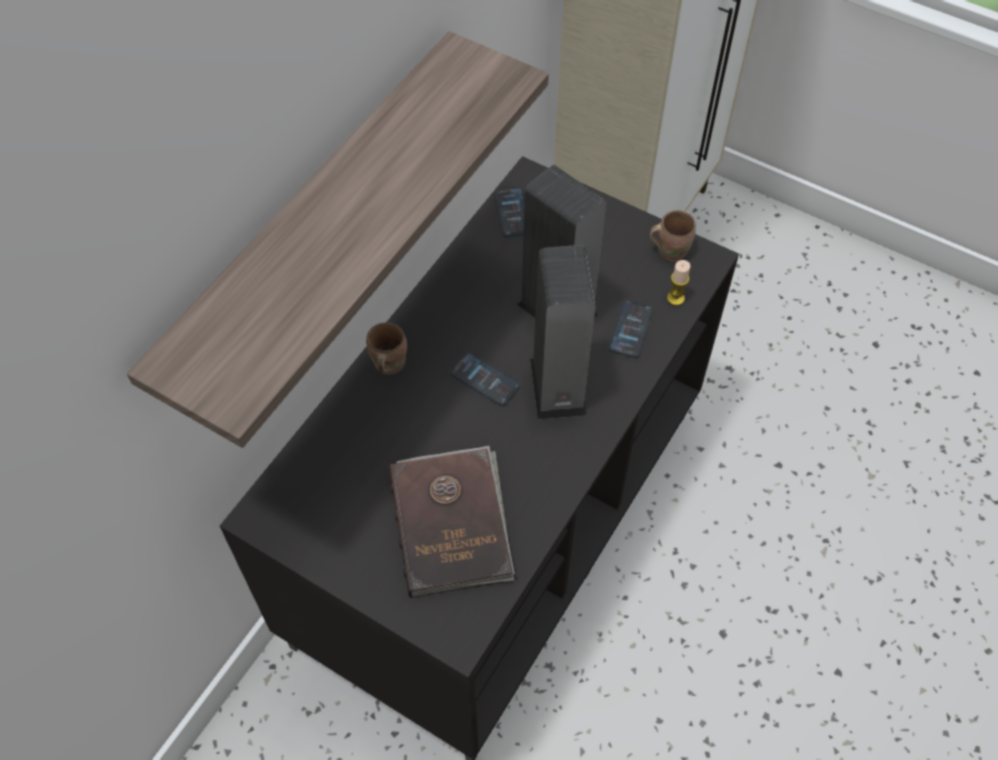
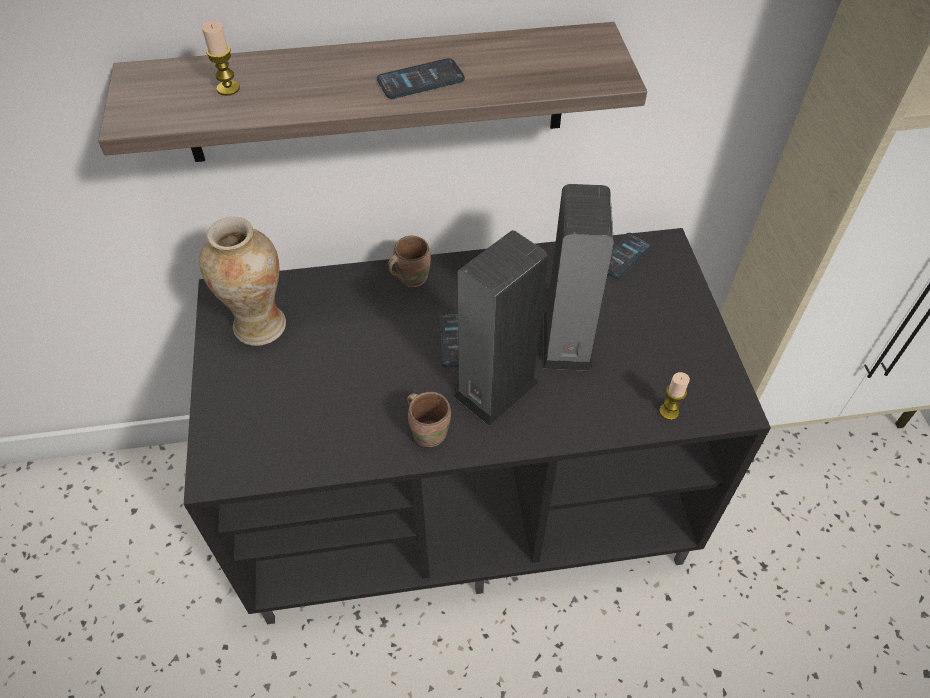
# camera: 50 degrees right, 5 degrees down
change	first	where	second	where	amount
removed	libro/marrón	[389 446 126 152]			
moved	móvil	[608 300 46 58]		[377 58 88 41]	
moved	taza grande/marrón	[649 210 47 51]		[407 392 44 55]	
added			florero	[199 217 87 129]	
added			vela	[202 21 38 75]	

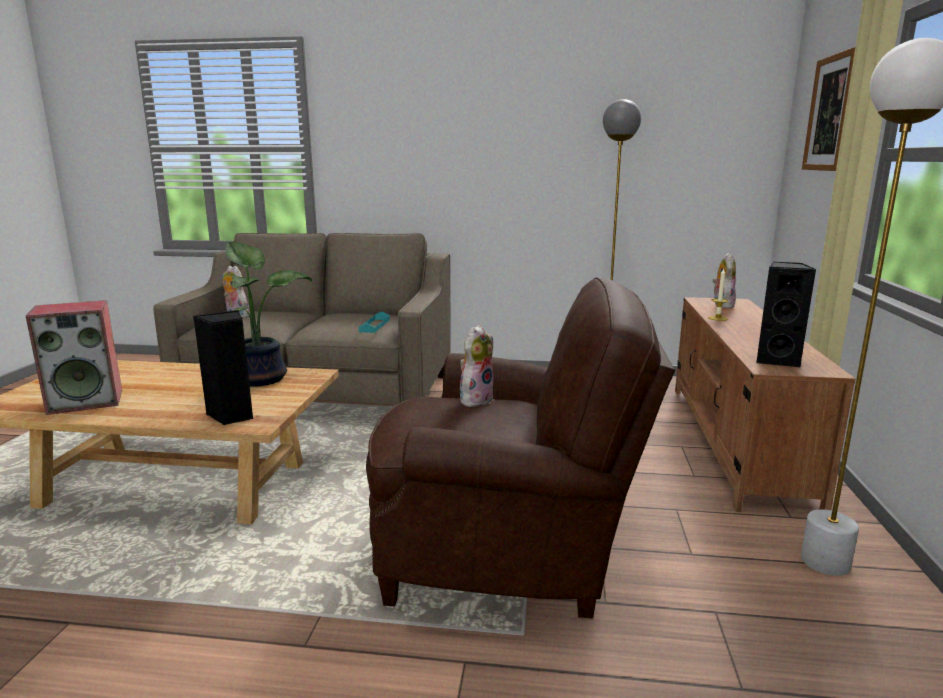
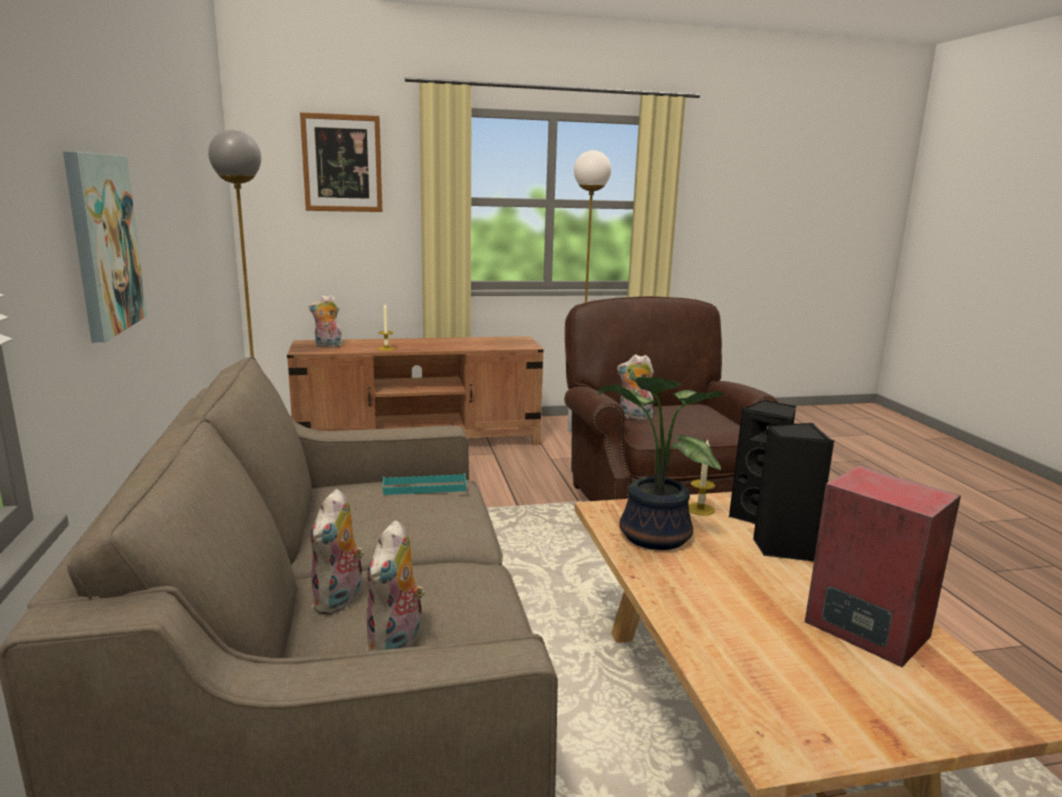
# camera: 110 degrees left, 0 degrees up
change	first	where	second	where	amount
moved	altavoz/negro	[756 262 60 105]		[753 423 81 138]	
added			cuadro	[63 151 84 191]	
added			peluche	[311 489 53 126]	
added			vela	[689 438 26 77]	

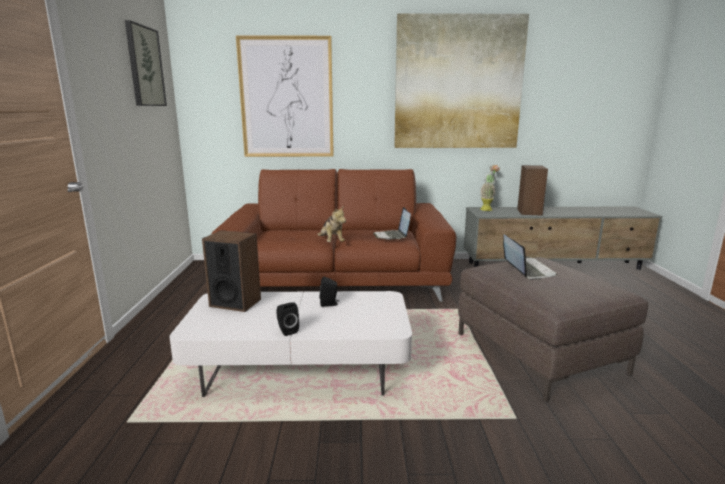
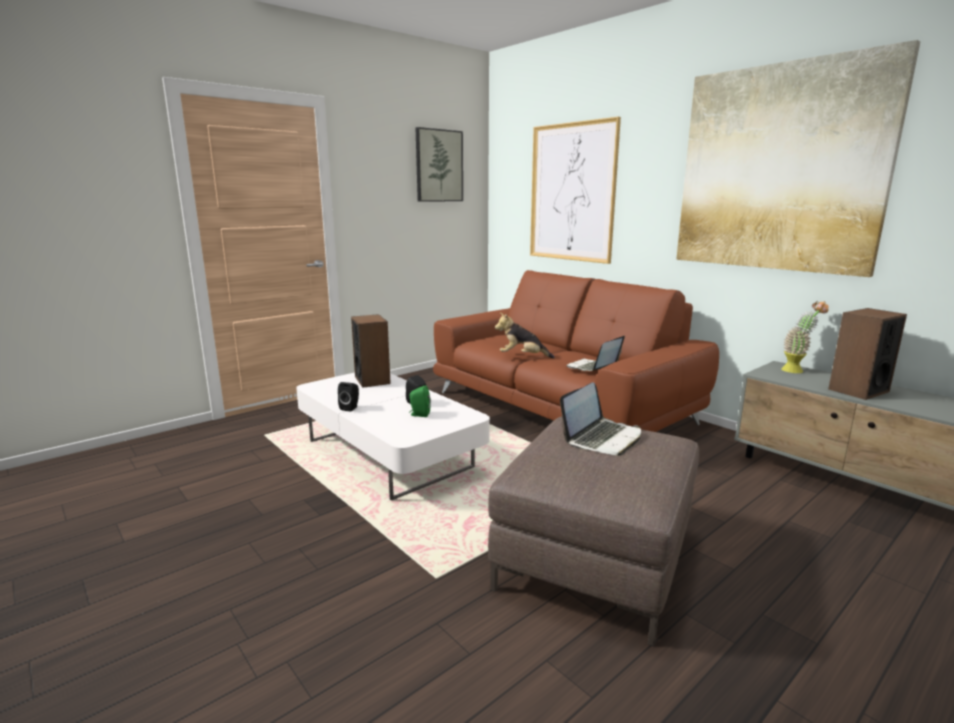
# camera: 50 degrees right, 0 degrees up
change	first	where	second	where	amount
turned	peluche	[318 205 28 37]		[495 313 60 45]	75 degrees clockwise
added			altavoz/verde	[409 385 22 32]	

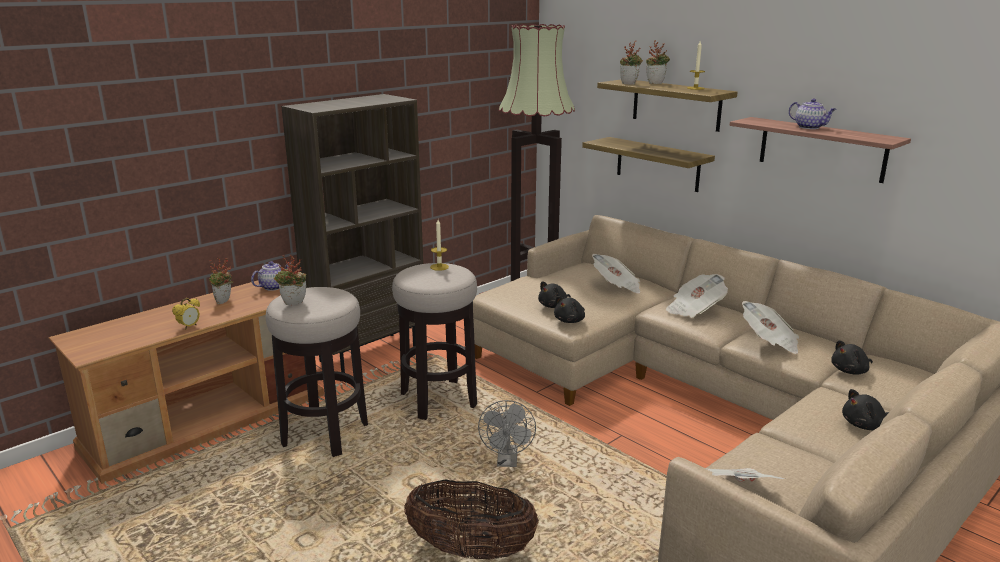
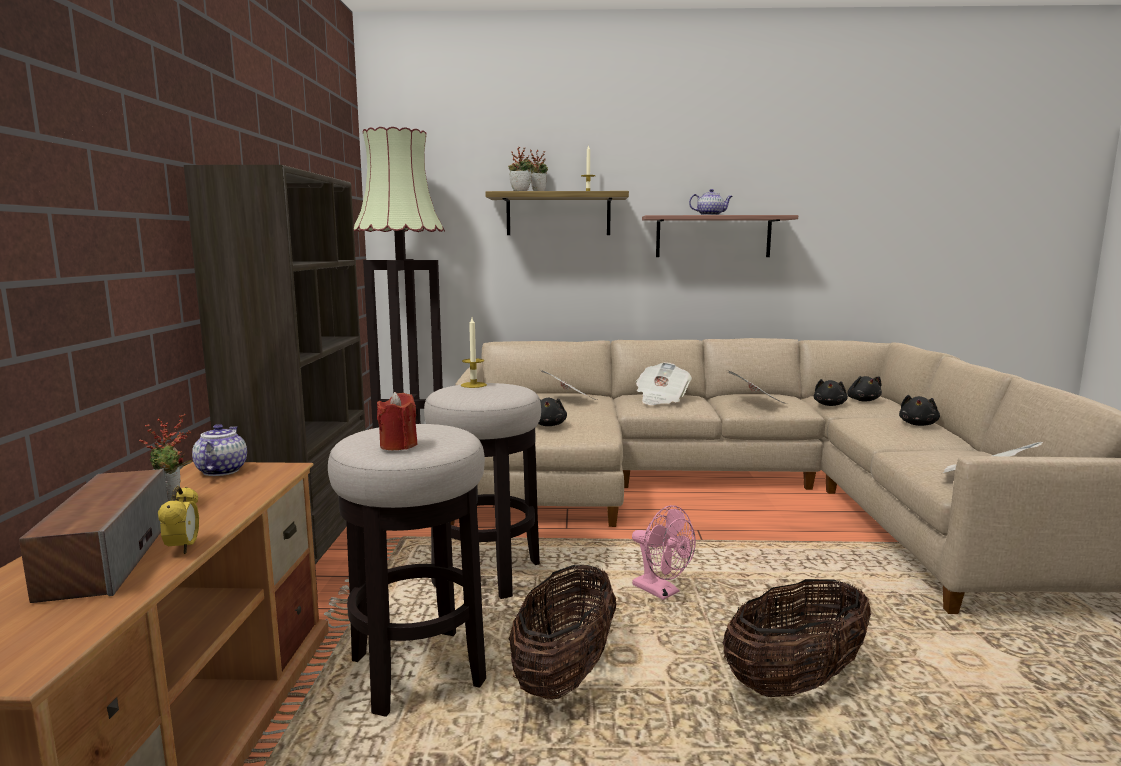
# camera: 45 degrees left, 10 degrees down
change	first	where	second	where	amount
replaced	planta en maceta	[274 255 32 50]	vela/rojo	[377 392 41 58]	
recoloured	ventilador/gris	[478 400 58 67]	ventilador/rosa	[632 505 64 95]	
moved	peluche/negro	[554 296 31 27]		[847 376 35 26]	
removed	estante	[582 137 133 55]			
added			altavoz	[19 469 149 134]	
added			cesta	[509 564 108 135]	

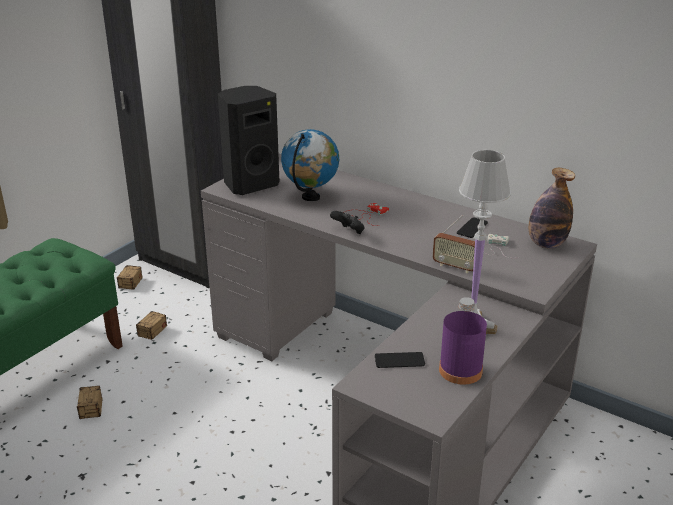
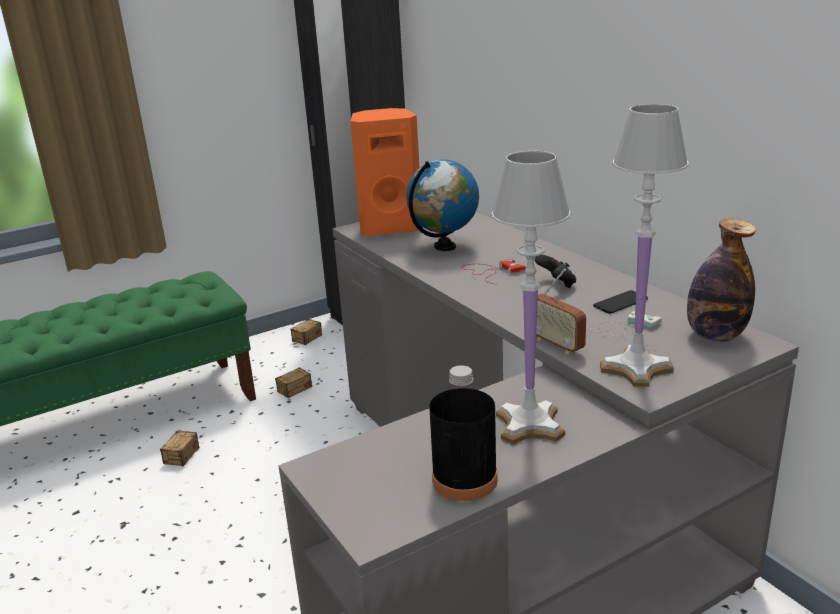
# camera: 25 degrees right, 5 degrees down
change	first	where	second	where	amount
recoloured	altavoz/negro	[218 86 62 109]	altavoz/naranja	[351 108 72 128]	
moved	mando de consola/negro	[330 211 35 23]		[535 255 41 33]	
removed	móvil	[375 352 50 16]			
recoloured	botella/morado	[439 297 48 88]	botella/negro	[429 365 69 136]	
added			lámpara de mesa/blanco	[600 104 89 283]	

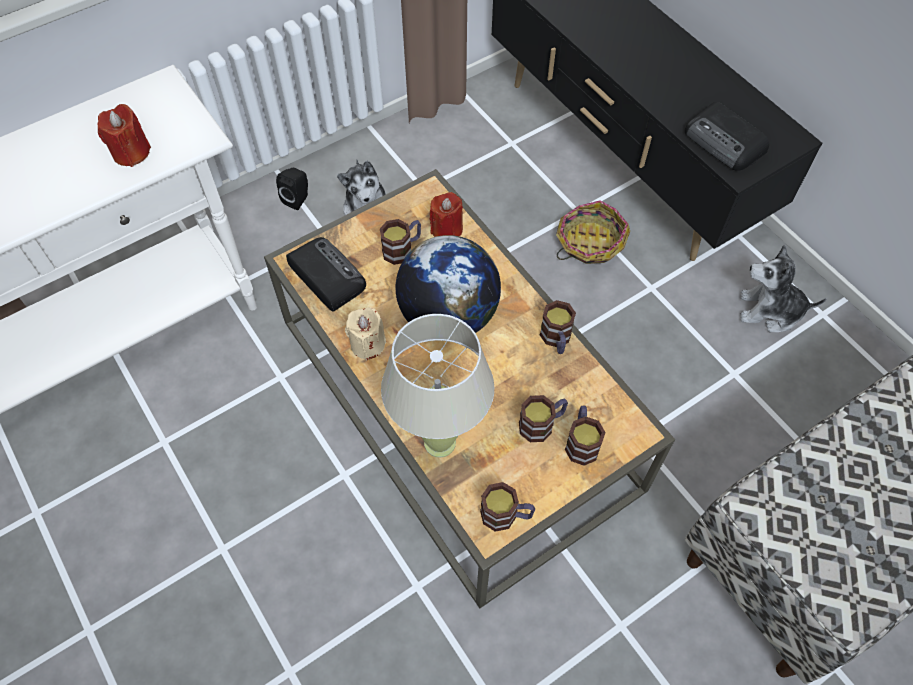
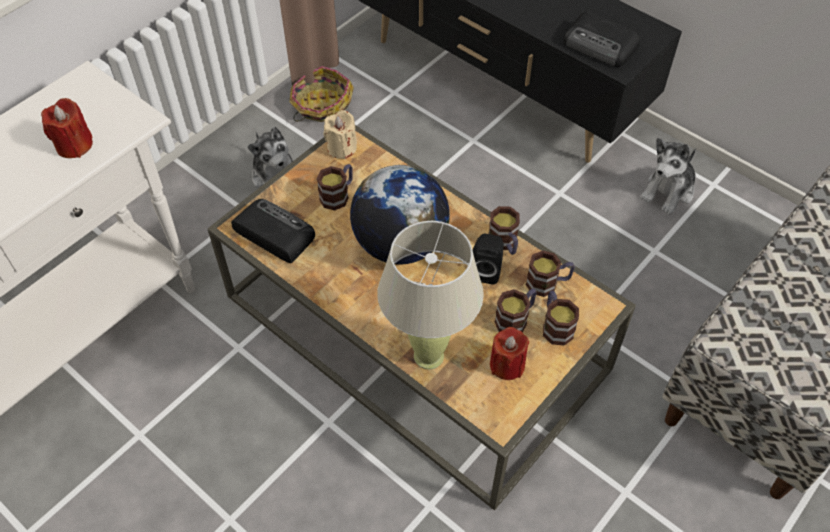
# camera: 15 degrees left, 5 degrees down
change	first	where	second	where	amount
moved	altavoz/negro	[276 168 32 42]		[473 234 31 50]	
moved	vela/beis	[345 307 41 53]		[323 110 34 49]	
moved	vela/rojo	[430 192 33 45]		[490 327 39 53]	
moved	taza grande	[480 482 55 50]		[526 251 49 46]	
moved	cesta	[556 200 74 64]		[289 66 65 56]	
turned	peluche	[740 245 87 87]		[640 138 56 77]	45 degrees counterclockwise

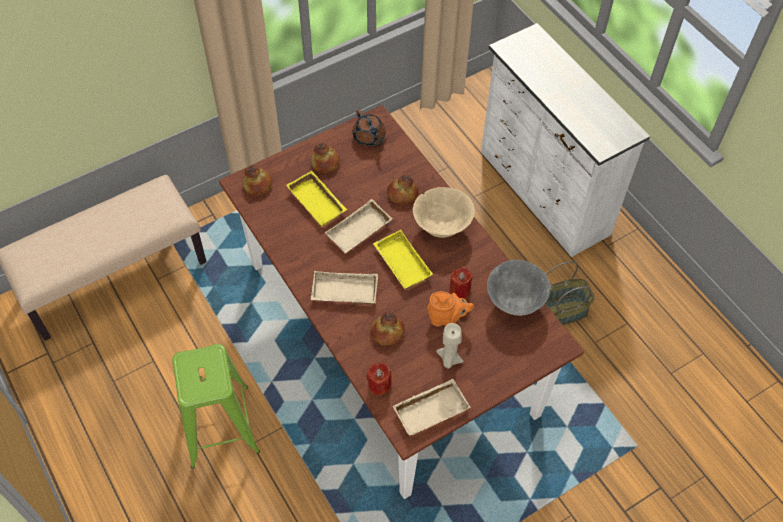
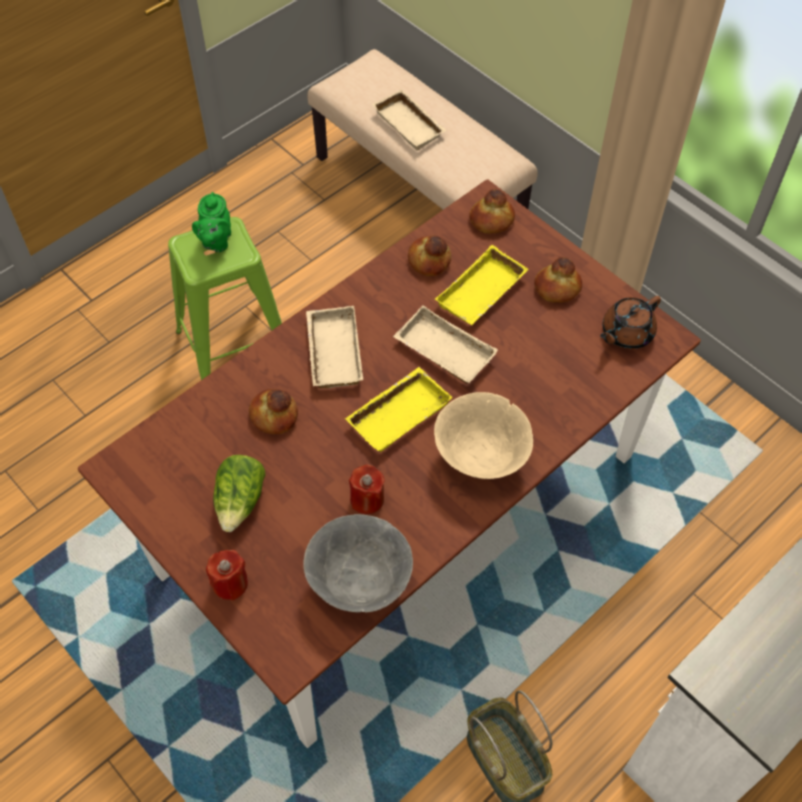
# camera: 80 degrees right, 0 degrees up
change	first	where	second	where	amount
moved	vela/rojo	[366 363 26 33]		[206 550 42 51]	
moved	pan	[387 174 32 30]		[408 235 43 41]	
moved	bandeja/beis	[393 379 78 57]		[372 89 75 62]	
removed	tetera/naranja	[427 291 47 36]			
replaced	vela/beis	[436 323 27 46]	lechuga	[213 455 53 77]	
added			tetera/verde	[192 192 39 60]	

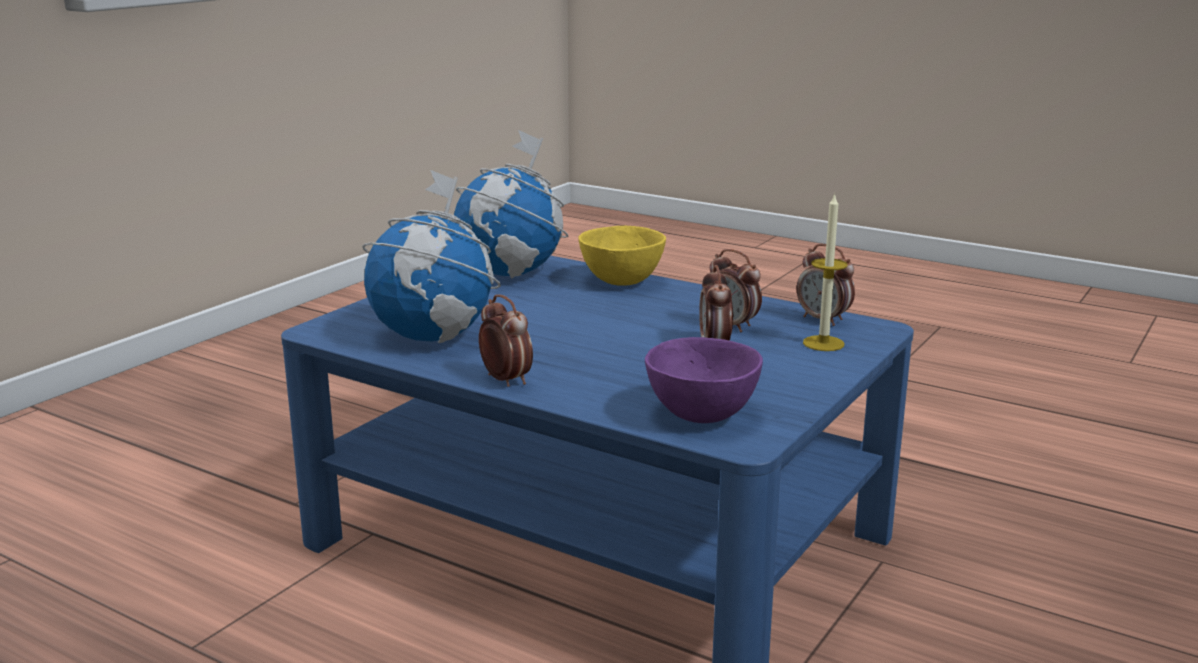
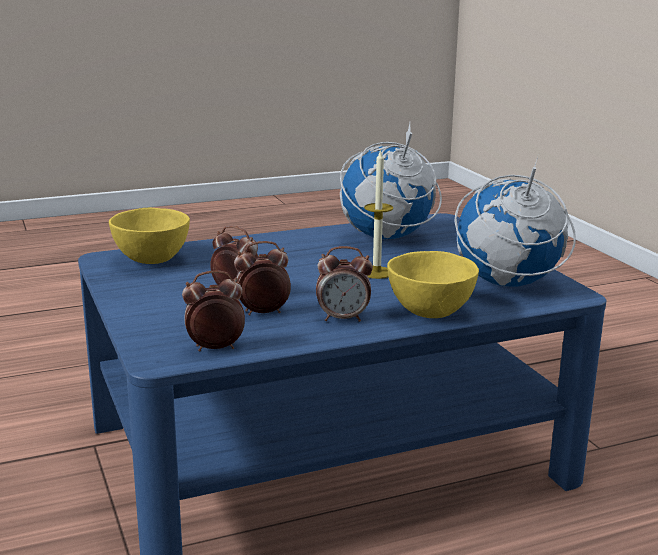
# camera: 125 degrees right, 0 degrees up
change	first	where	second	where	amount
moved	despertador	[479 294 54 93]		[316 246 57 76]	
recoloured	cuenco/morado	[645 337 118 86]	cuenco/amarillo	[109 208 81 56]	
moved	vela	[803 193 45 158]		[364 149 29 130]	

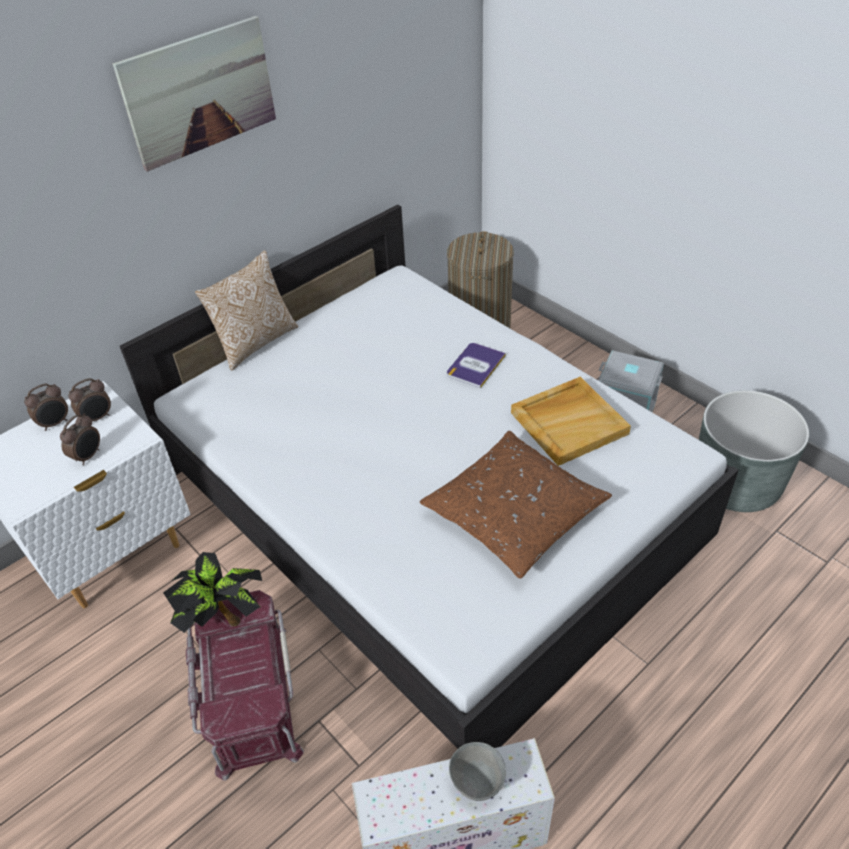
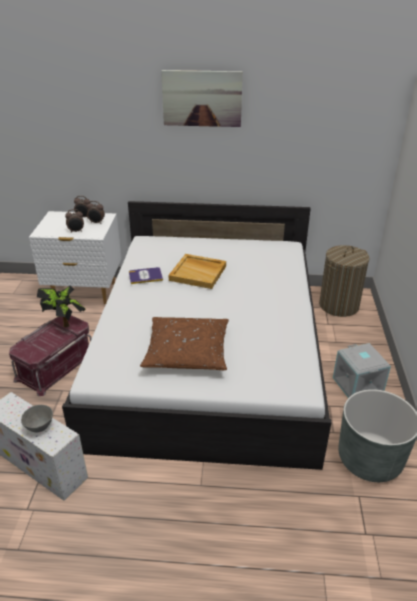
# camera: 45 degrees right, 10 degrees down
change	first	where	second	where	amount
removed	cojín	[195 250 103 121]			
moved	libro	[447 343 59 45]		[129 267 34 17]	
moved	bandeja/beis	[511 377 120 89]		[168 254 58 35]	

